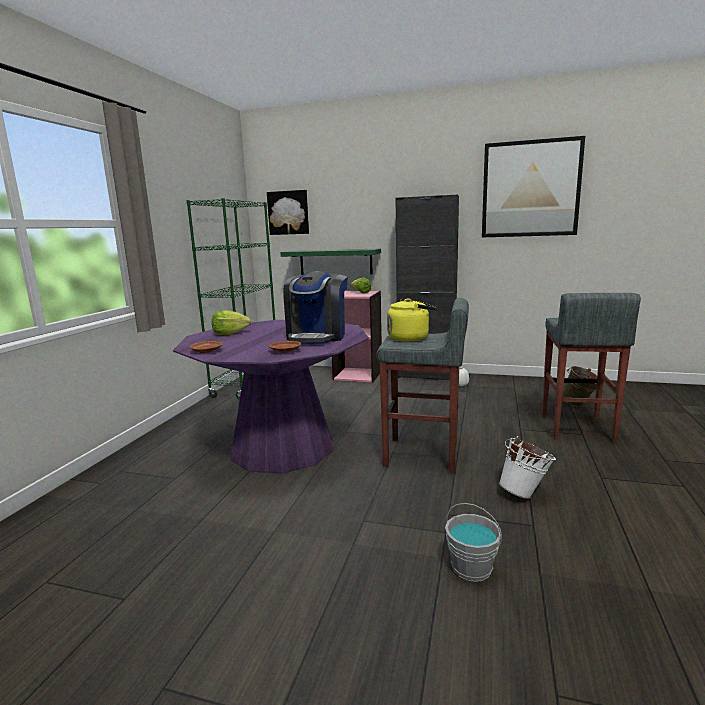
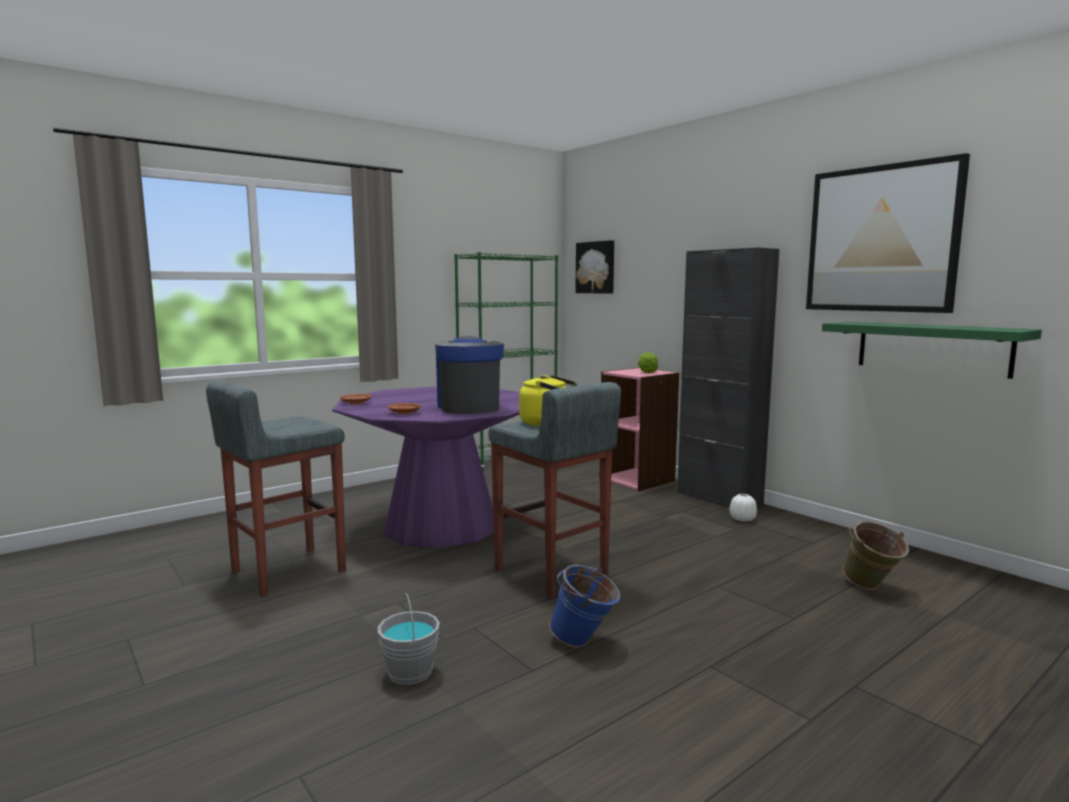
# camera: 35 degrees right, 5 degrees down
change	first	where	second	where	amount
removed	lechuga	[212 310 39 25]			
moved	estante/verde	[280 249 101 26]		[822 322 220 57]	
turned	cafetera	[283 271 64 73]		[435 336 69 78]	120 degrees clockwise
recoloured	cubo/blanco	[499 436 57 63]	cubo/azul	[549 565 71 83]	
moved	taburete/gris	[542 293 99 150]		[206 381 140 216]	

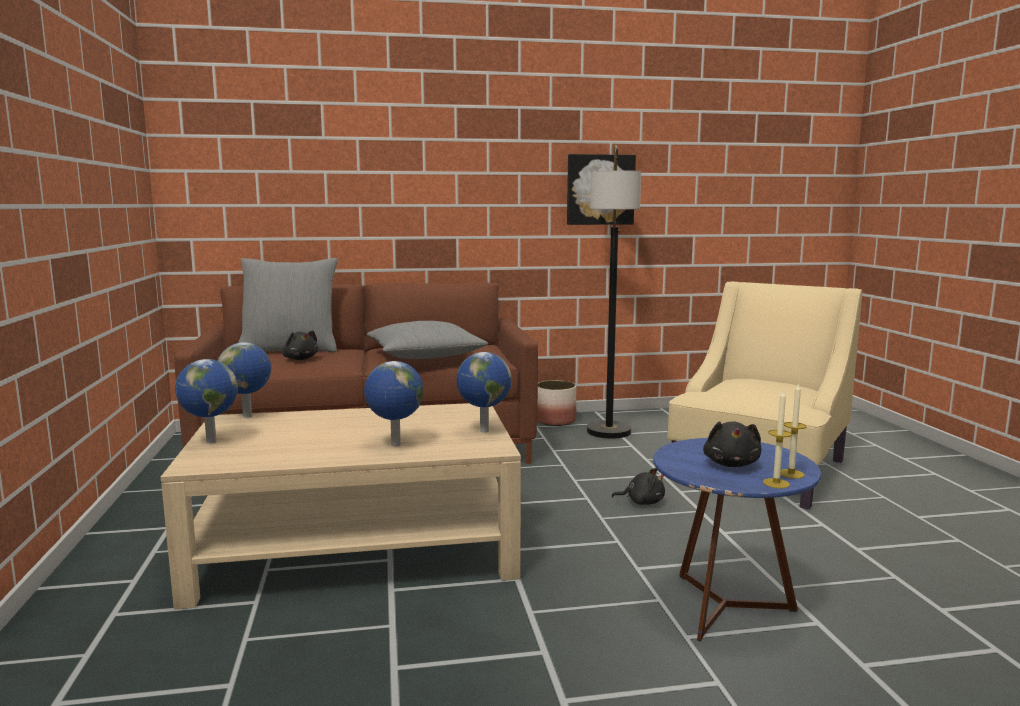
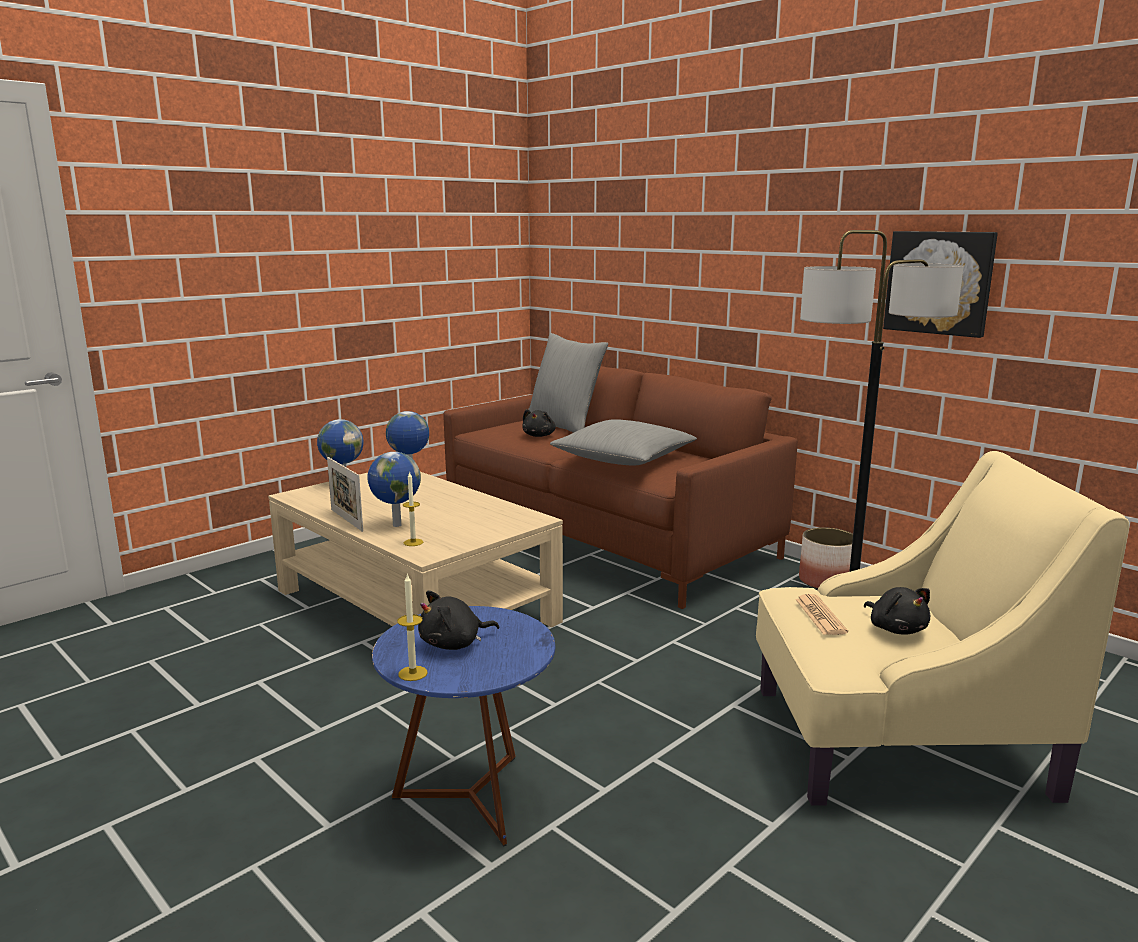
# camera: 55 degrees right, 5 degrees up
change	first	where	second	where	amount
removed	globo terráqueo	[457 352 55 81]			
moved	peluche/negro	[611 468 54 37]		[864 587 66 48]	
moved	vela	[780 383 27 96]		[403 471 20 75]	
added			portarretratos	[327 457 36 75]	
added			periódico	[795 594 53 41]	

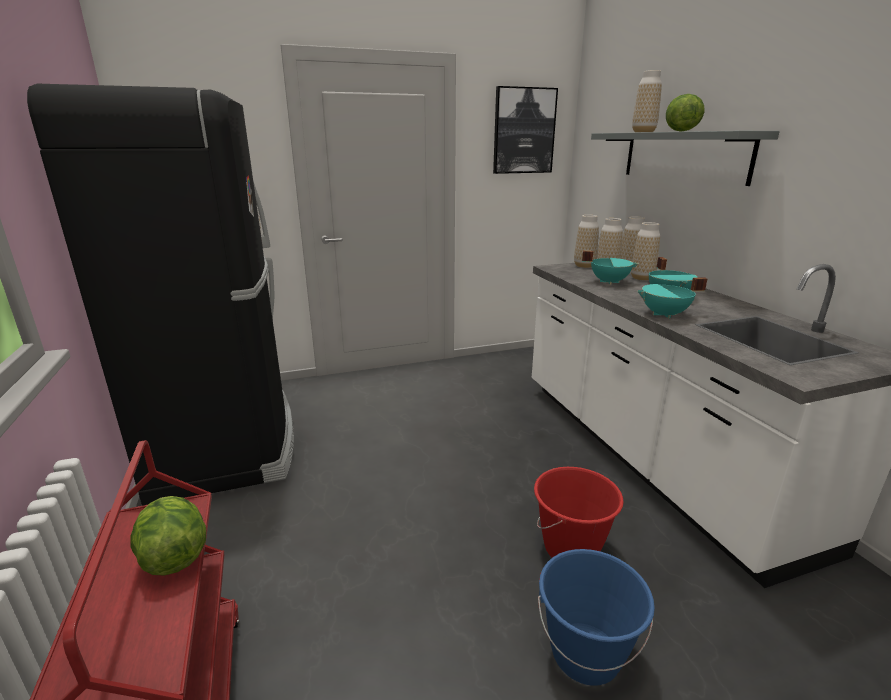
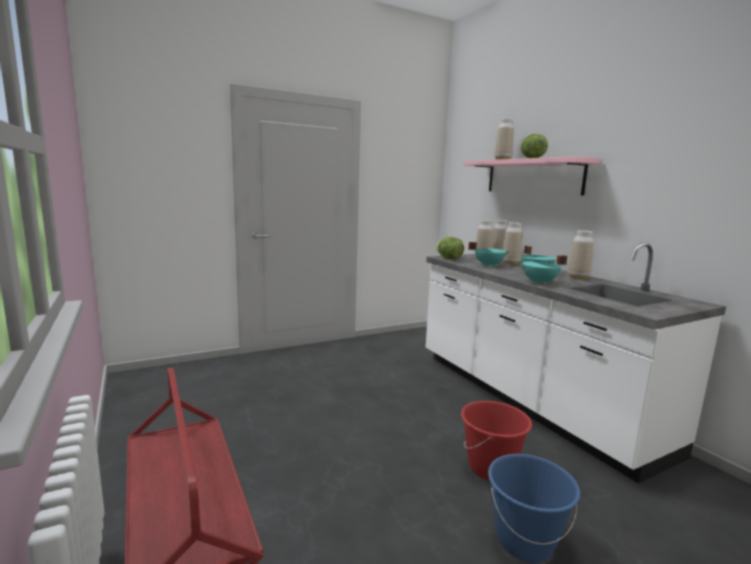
# camera: 10 degrees left, 10 degrees down
change	first	where	second	where	amount
removed	nevera/negro	[27 84 267 422]			
moved	lechuga	[130 496 76 80]		[436 237 28 22]	
removed	cuadro	[493 86 65 88]			
moved	florero	[574 215 25 53]		[568 230 26 50]	
recoloured	estante/gris	[591 131 189 55]	estante/rosa	[463 156 138 40]	

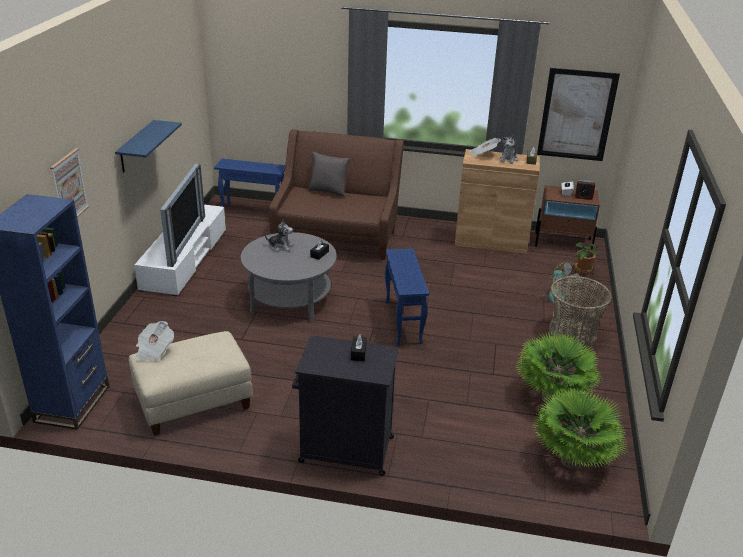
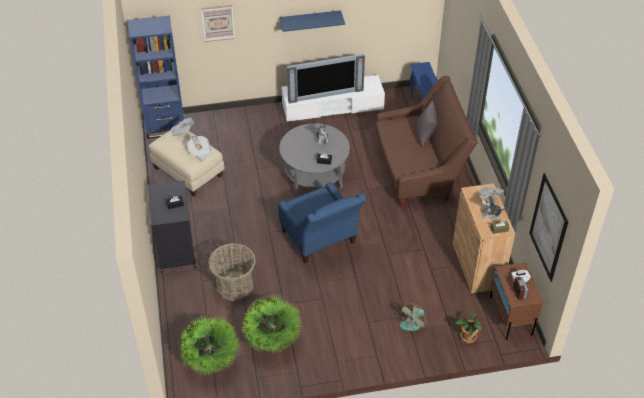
# camera: 70 degrees right, 15 degrees up
change	first	where	second	where	amount
replaced	mesa auxiliar/azul	[385 248 44 97]	sillón/azul	[278 182 88 81]	
moved	cesta	[549 276 63 71]		[209 243 47 58]	
added			periódico	[187 135 25 26]	

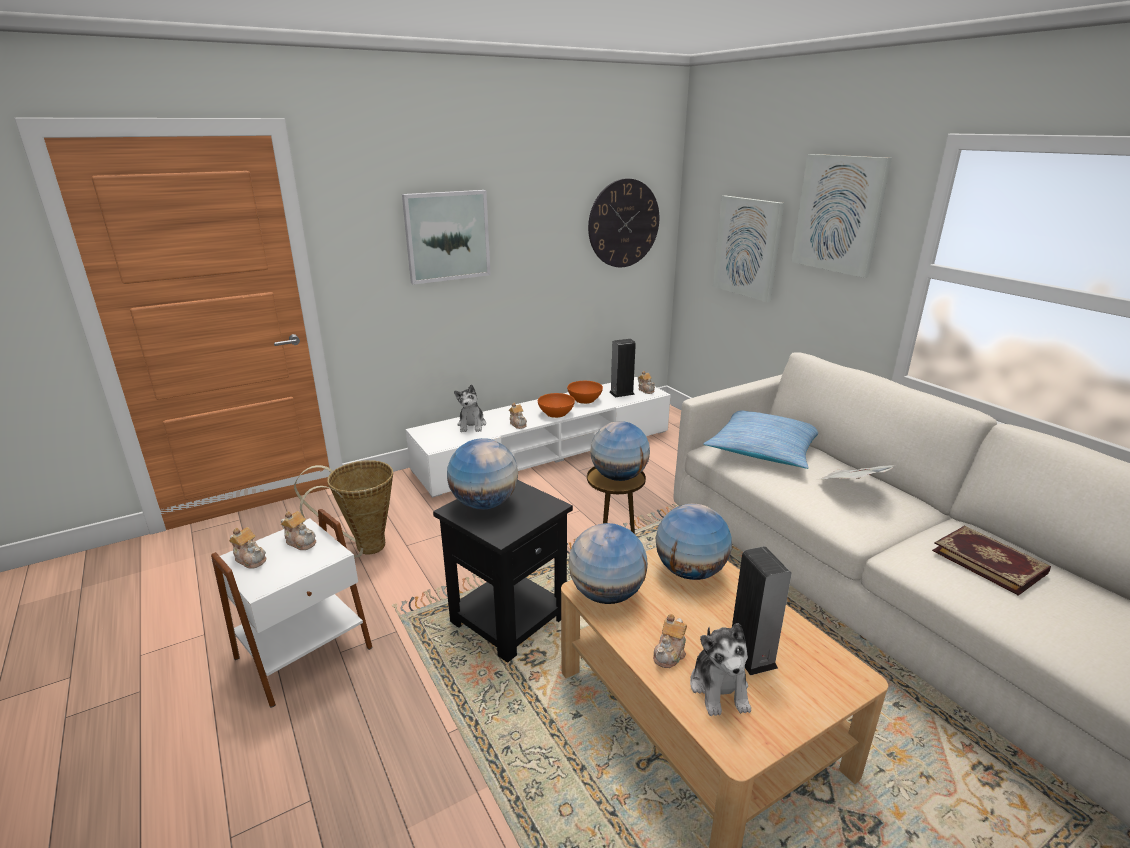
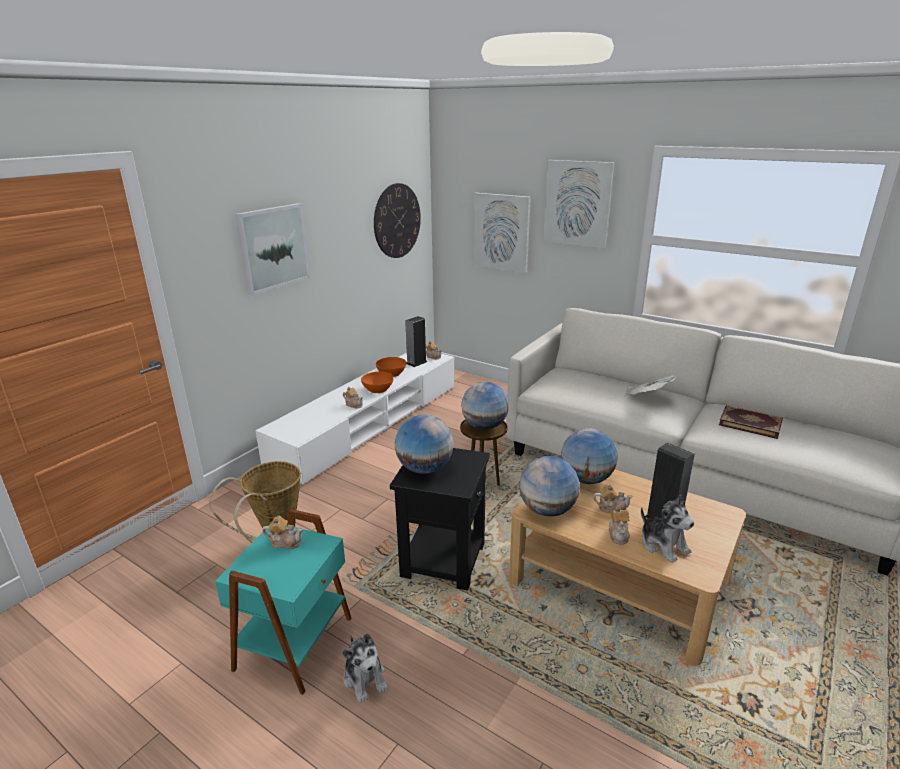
# camera: 25 degrees left, 0 degrees up
change	first	where	second	where	amount
recoloured	mesa auxiliar/blanco	[211 509 161 199]	mesa auxiliar/turquesa	[215 509 136 186]	
moved	tetera	[229 527 37 42]		[593 484 40 29]	
moved	peluche	[454 384 32 48]		[342 633 46 70]	
removed	cojín	[704 410 114 59]			

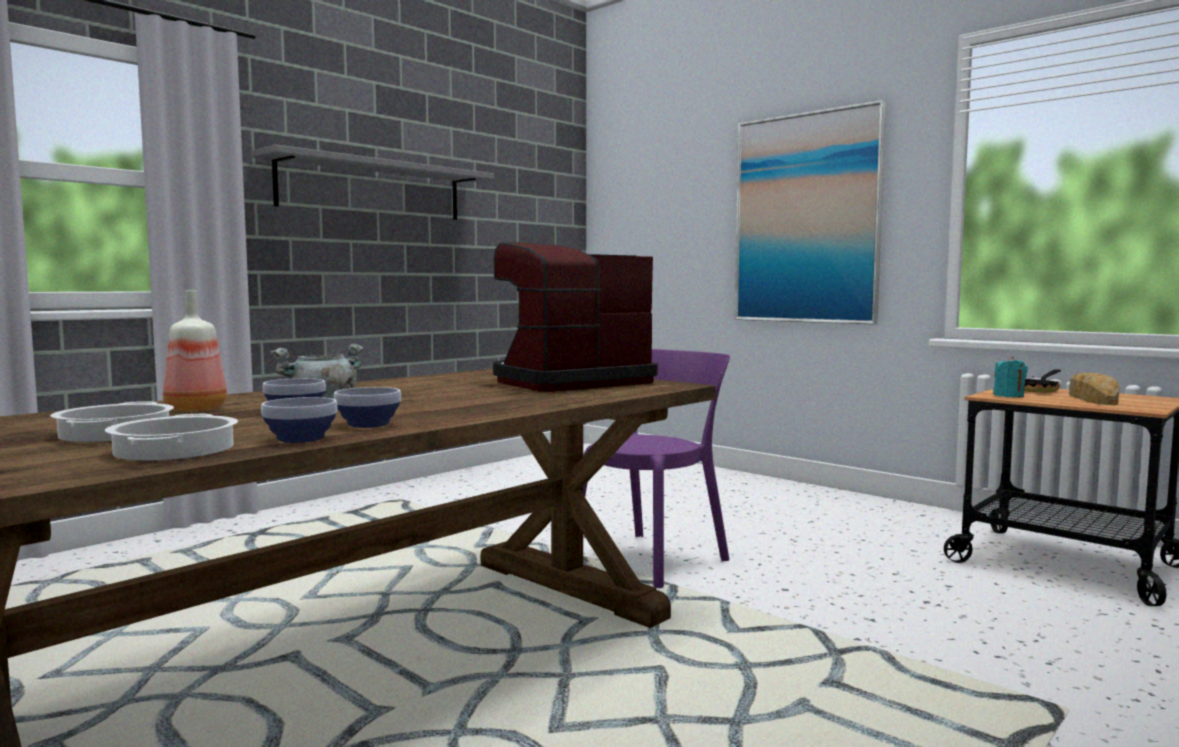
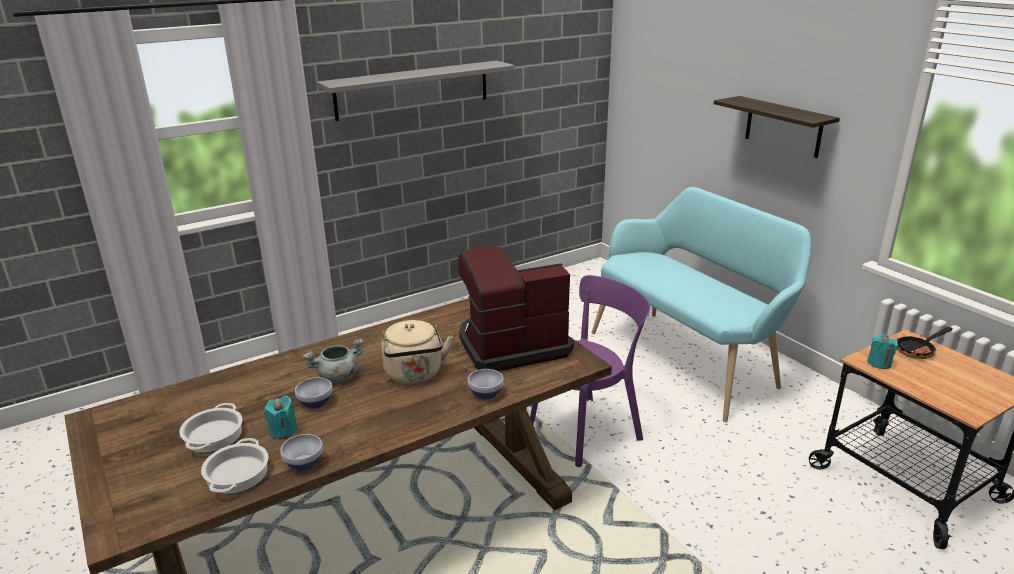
# camera: 15 degrees right, 20 degrees up
change	first	where	second	where	amount
removed	botella	[163 291 64 120]			
moved	cuenco	[334 387 67 41]		[468 369 36 31]	
replaced	cuadro	[734 100 152 224]	estante	[714 96 126 62]	
removed	pan	[1069 373 51 32]			
added			vela/turquesa	[264 396 34 44]	
added			hervidor/beis	[381 320 72 65]	
added			banco/turquesa	[592 187 219 235]	

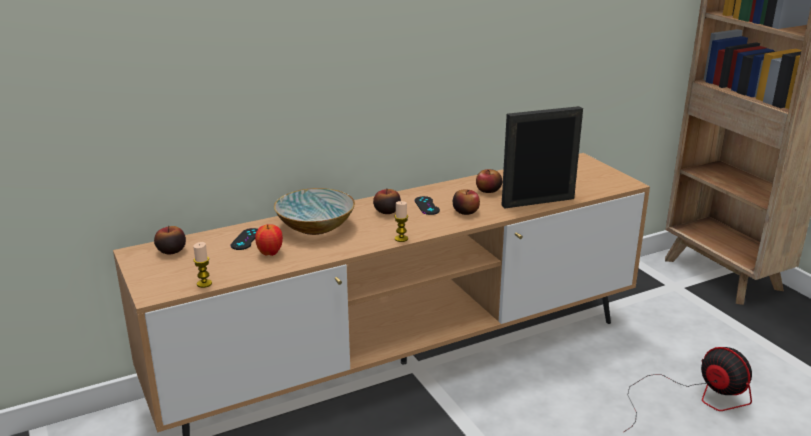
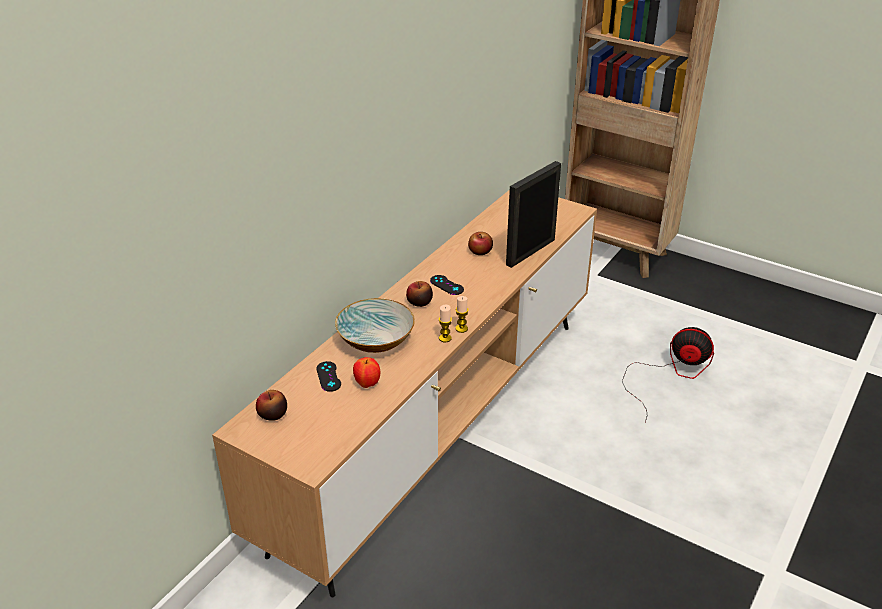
# camera: 30 degrees left, 10 degrees up
change	first	where	second	where	amount
moved	vela	[193 242 19 46]		[439 305 13 37]	
removed	manzana	[453 189 27 26]			

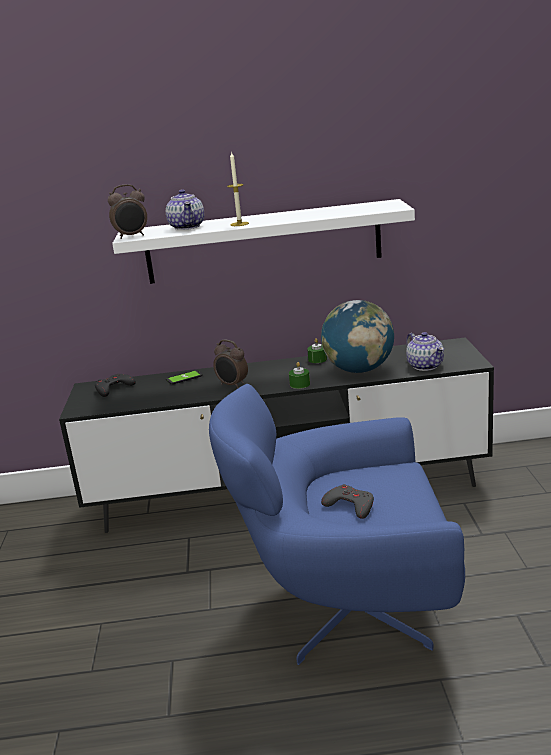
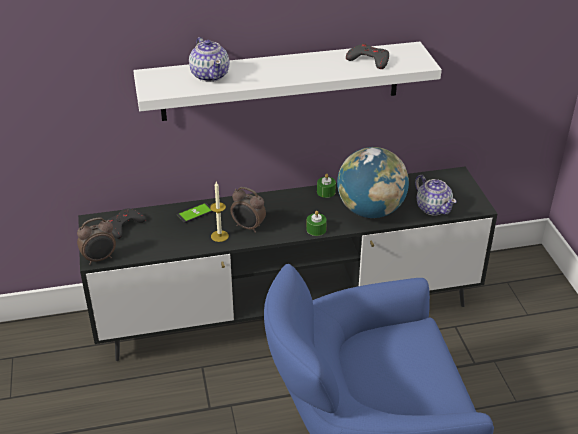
# camera: 10 degrees left, 15 degrees up
change	first	where	second	where	amount
moved	despertador	[108 184 39 55]		[77 217 39 48]	
moved	vela	[227 151 22 75]		[210 182 19 60]	
moved	mando de consola/gris	[321 484 53 35]		[346 43 43 26]	

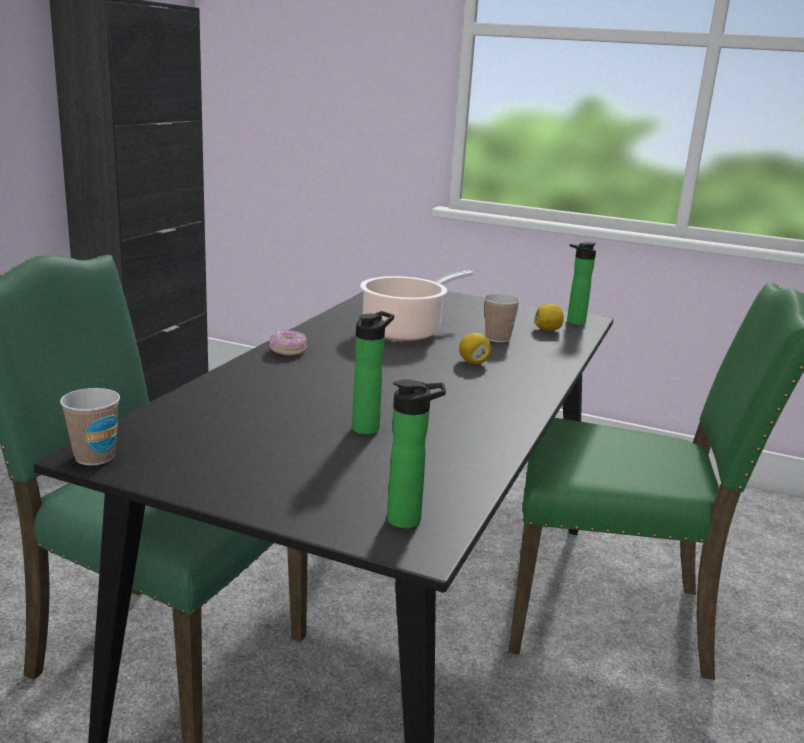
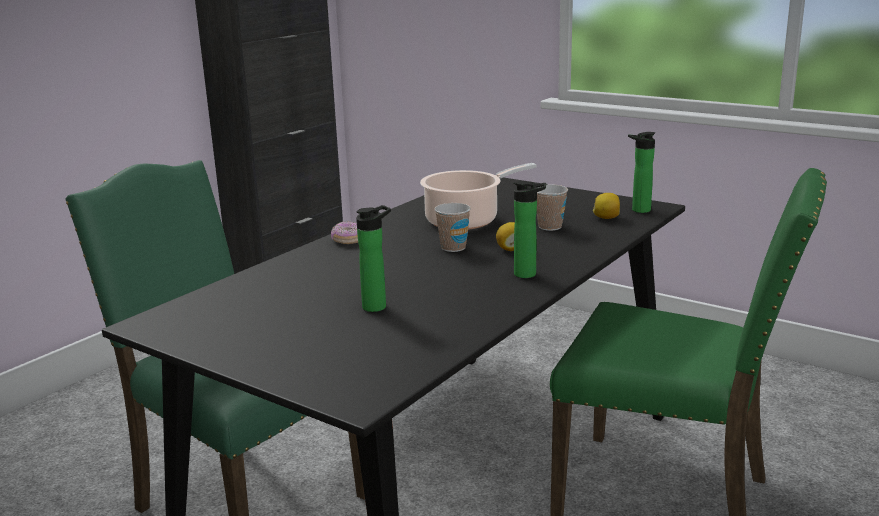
# camera: 15 degrees right, 0 degrees up
change	first	where	second	where	amount
moved	taza	[60 388 60 78]		[434 203 37 49]	
moved	botella	[387 379 59 149]		[513 181 33 97]	

